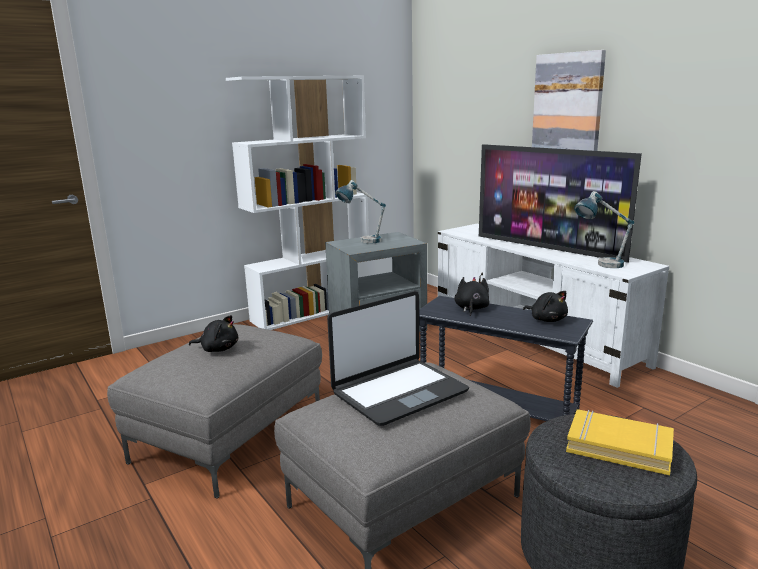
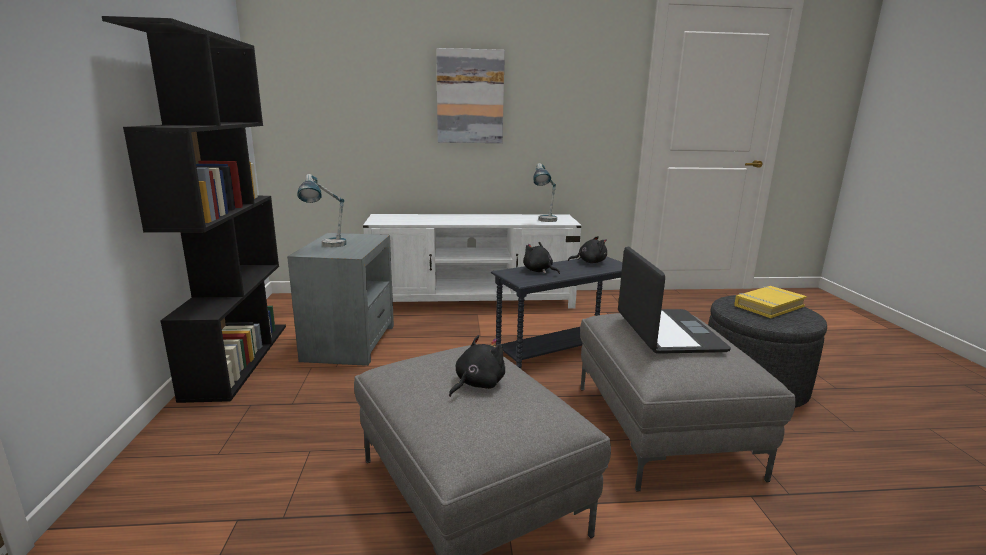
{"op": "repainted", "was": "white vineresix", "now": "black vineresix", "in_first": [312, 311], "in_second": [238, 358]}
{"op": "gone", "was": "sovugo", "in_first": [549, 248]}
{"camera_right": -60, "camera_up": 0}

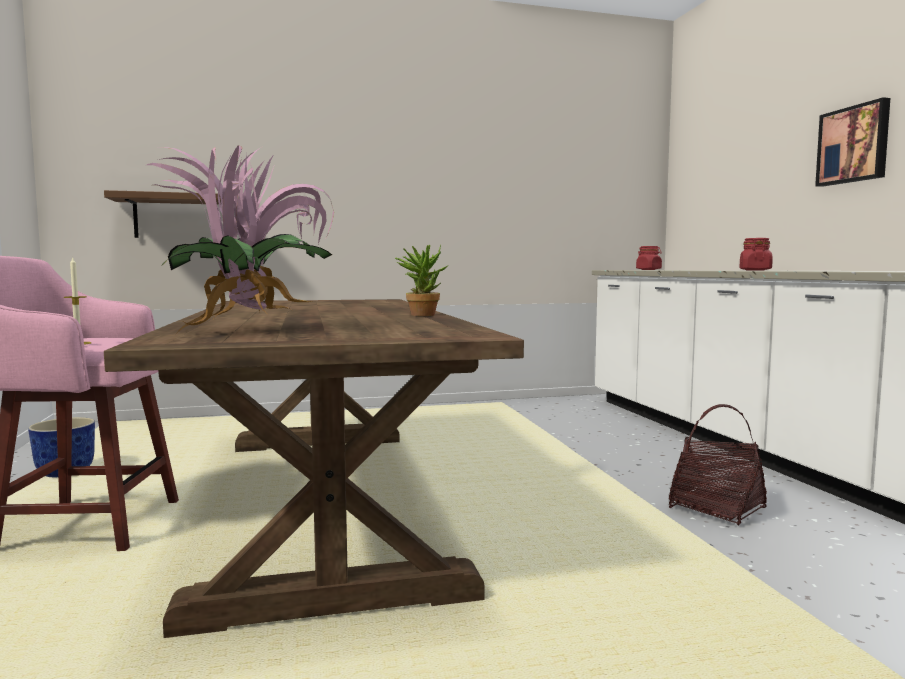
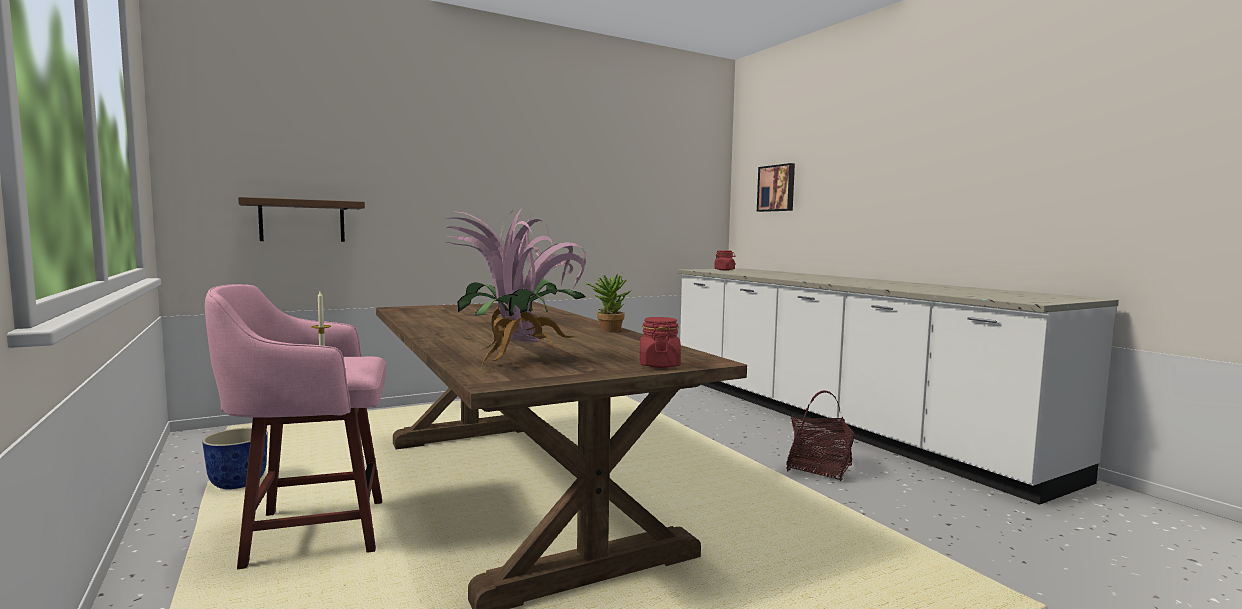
{"op": "shifted", "was": "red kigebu", "in_first": [755, 270], "in_second": [659, 365]}
{"op": "shifted", "was": "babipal", "in_first": [854, 145], "in_second": [777, 188]}
{"camera_right": -15, "camera_up": 0}

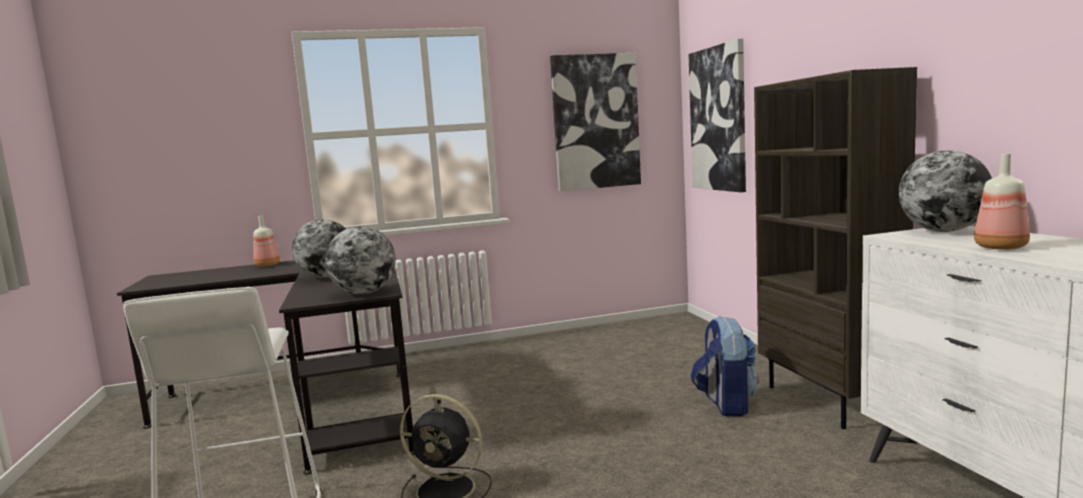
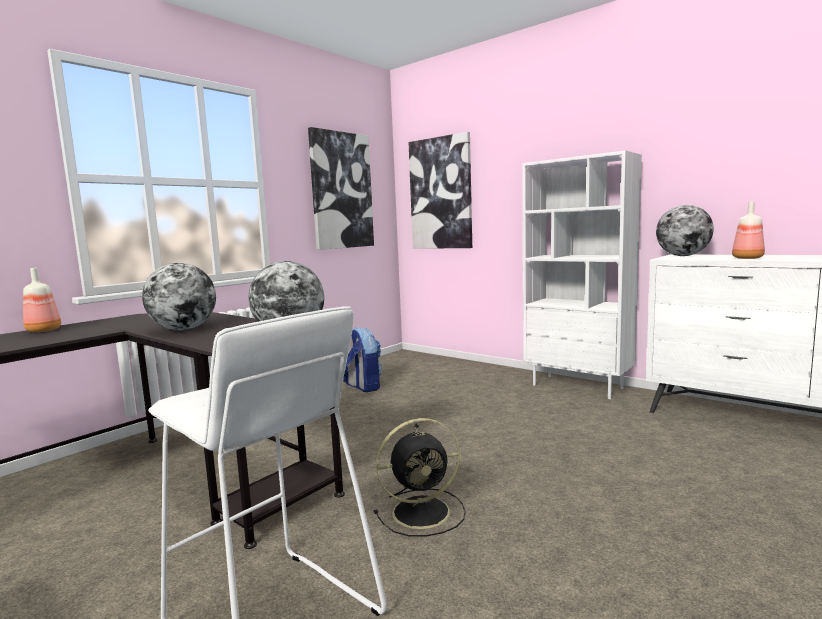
{"op": "shifted", "was": "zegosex", "in_first": [725, 404], "in_second": [362, 386]}
{"op": "repainted", "was": "brown vineresix", "now": "white vineresix", "in_first": [828, 402], "in_second": [578, 386]}
{"camera_right": -35, "camera_up": 0}

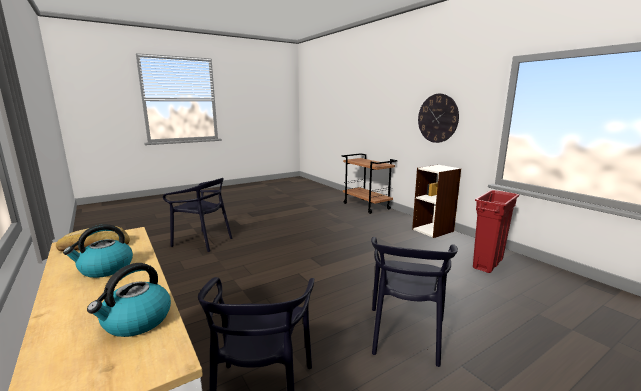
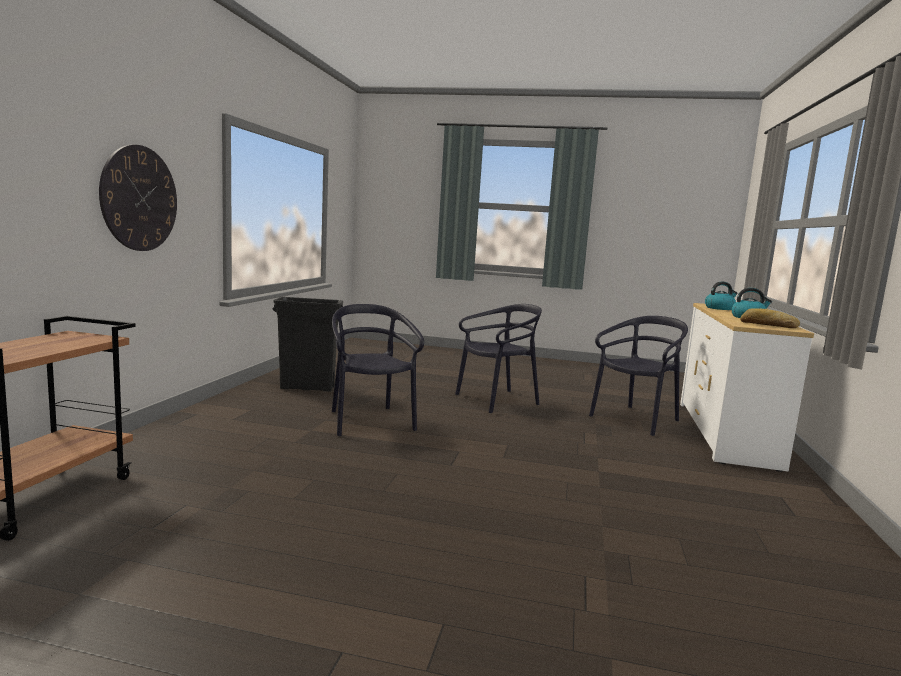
{"op": "shifted", "was": "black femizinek", "in_first": [203, 241], "in_second": [369, 421]}
{"op": "gone", "was": "vineresix", "in_first": [433, 230]}
{"op": "repainted", "was": "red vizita", "now": "black vizita", "in_first": [487, 264], "in_second": [308, 388]}
{"camera_right": -135, "camera_up": -5}

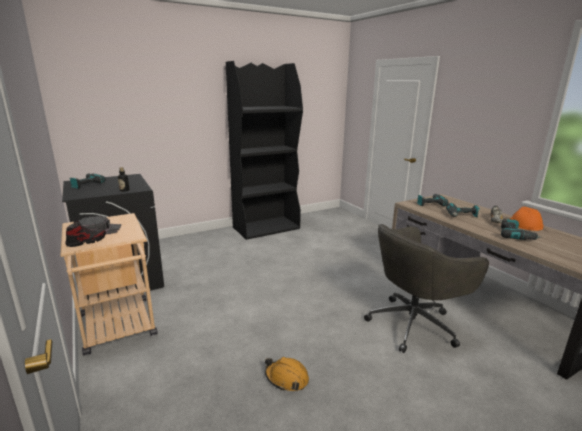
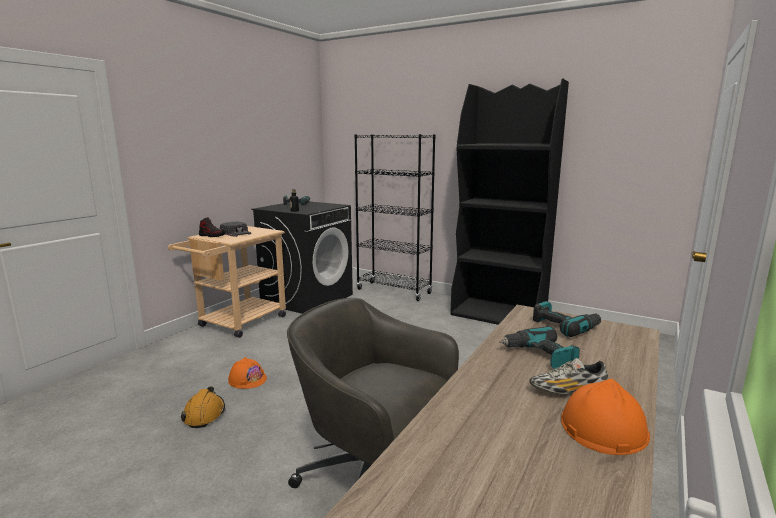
{"op": "gone", "was": "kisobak", "in_first": [515, 235]}
{"op": "new", "now": "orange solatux", "in_second": [247, 379]}
{"op": "new", "now": "black vineresix", "in_second": [394, 291]}
{"camera_right": 60, "camera_up": -5}

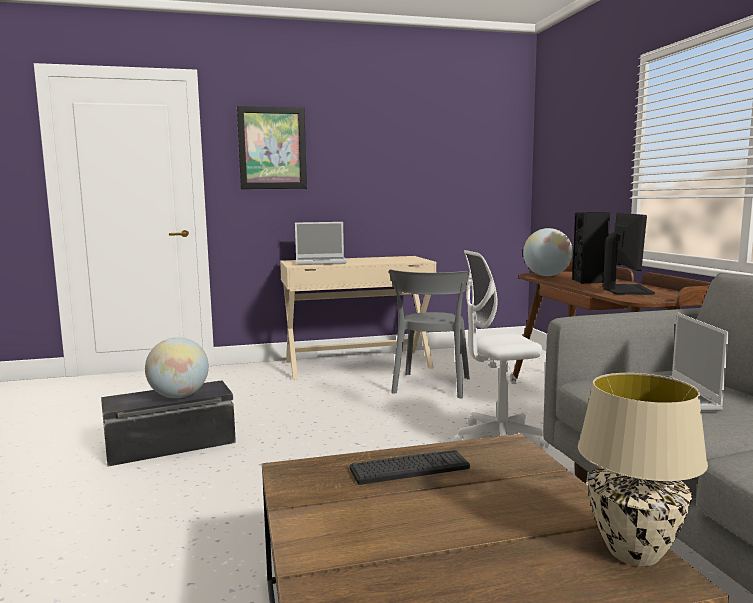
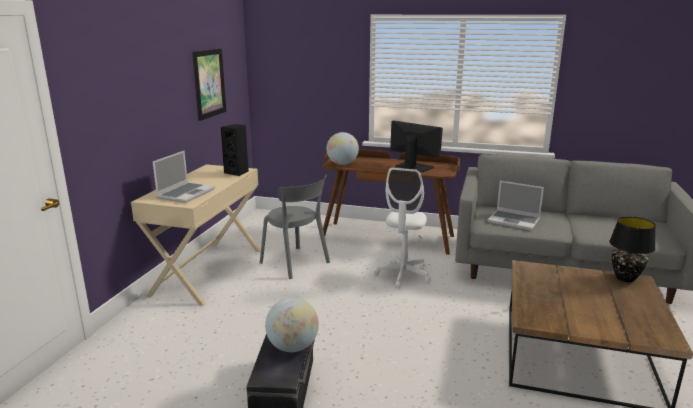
{"op": "shifted", "was": "babipal", "in_first": [272, 148], "in_second": [209, 83]}
{"op": "gone", "was": "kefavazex", "in_first": [409, 468]}
{"op": "shifted", "was": "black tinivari", "in_first": [589, 281], "in_second": [237, 172]}
{"op": "repainted", "was": "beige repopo", "now": "black repopo", "in_first": [633, 552], "in_second": [624, 278]}
{"camera_right": -60, "camera_up": 10}

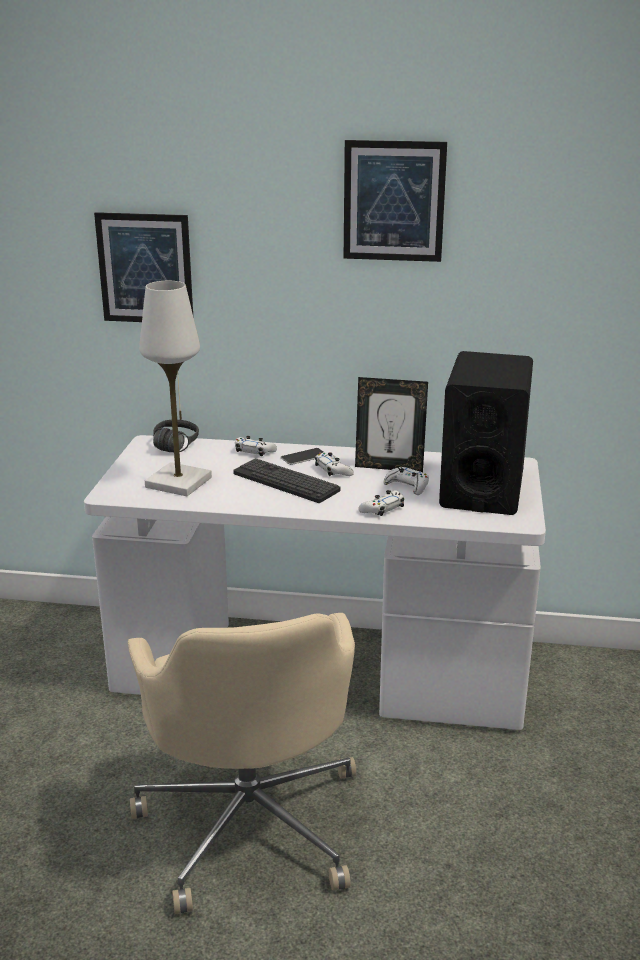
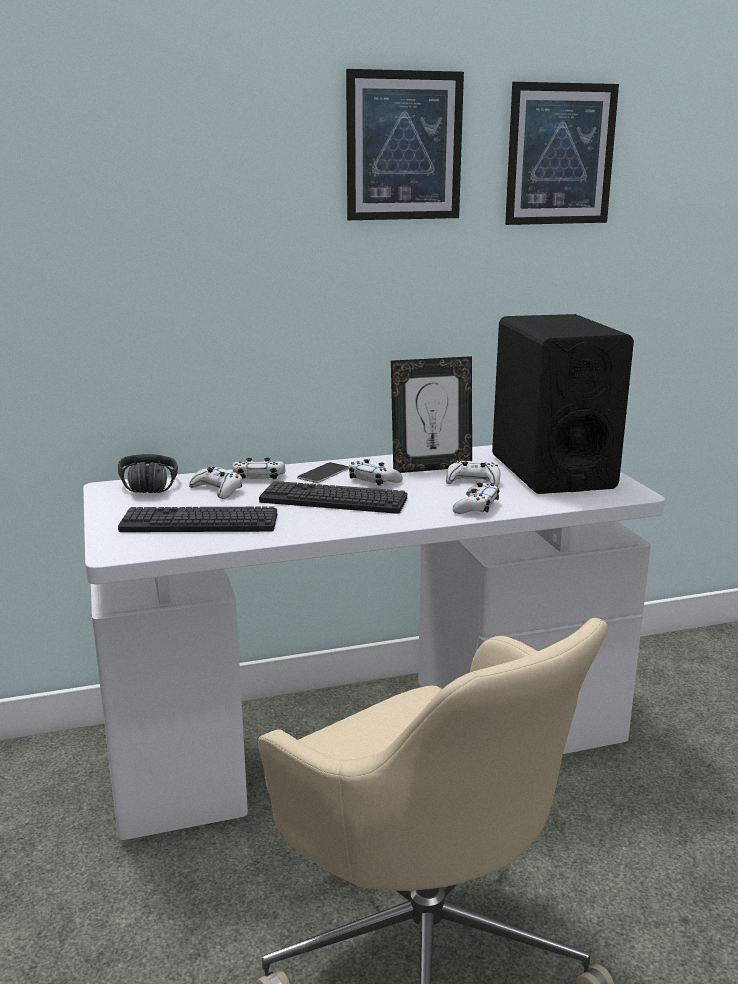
{"op": "shifted", "was": "babipal", "in_first": [145, 268], "in_second": [560, 155]}
{"op": "swapped", "was": "white repopo", "now": "kefavazex", "in_first": [179, 482], "in_second": [199, 522]}
{"op": "new", "now": "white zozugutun", "in_second": [217, 490]}
{"camera_right": -25, "camera_up": -5}

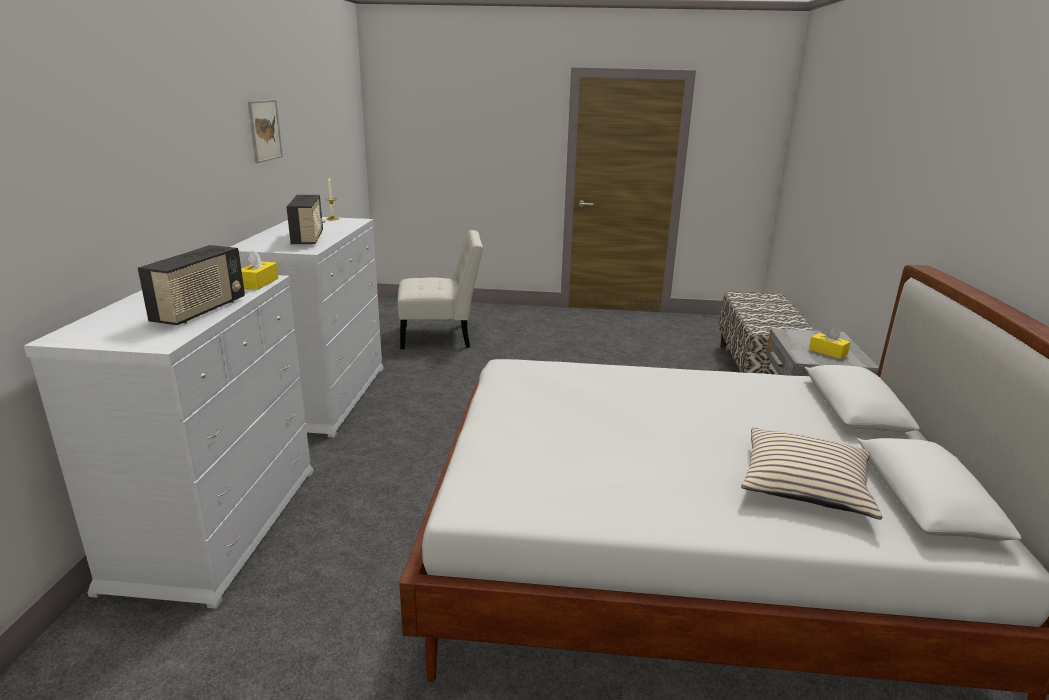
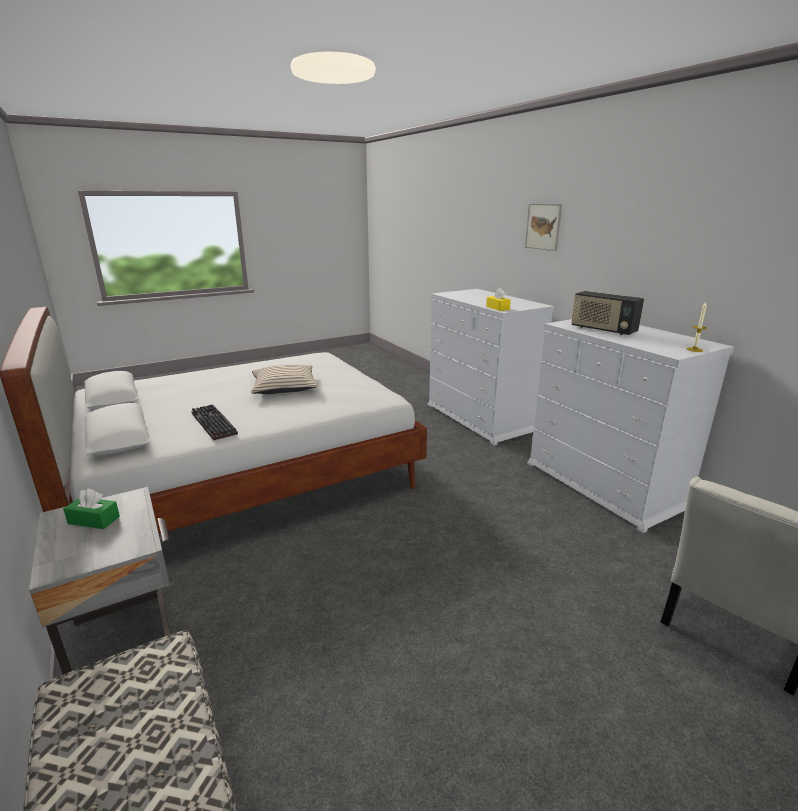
{"op": "gone", "was": "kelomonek", "in_first": [200, 311]}
{"op": "shifted", "was": "babipal", "in_first": [264, 130], "in_second": [543, 226]}
{"op": "shifted", "was": "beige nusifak", "in_first": [805, 484], "in_second": [284, 387]}
{"op": "repainted", "was": "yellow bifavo", "now": "green bifavo", "in_first": [828, 352], "in_second": [94, 520]}
{"op": "new", "now": "kefavazex", "in_second": [211, 423]}
{"camera_right": 145, "camera_up": 0}

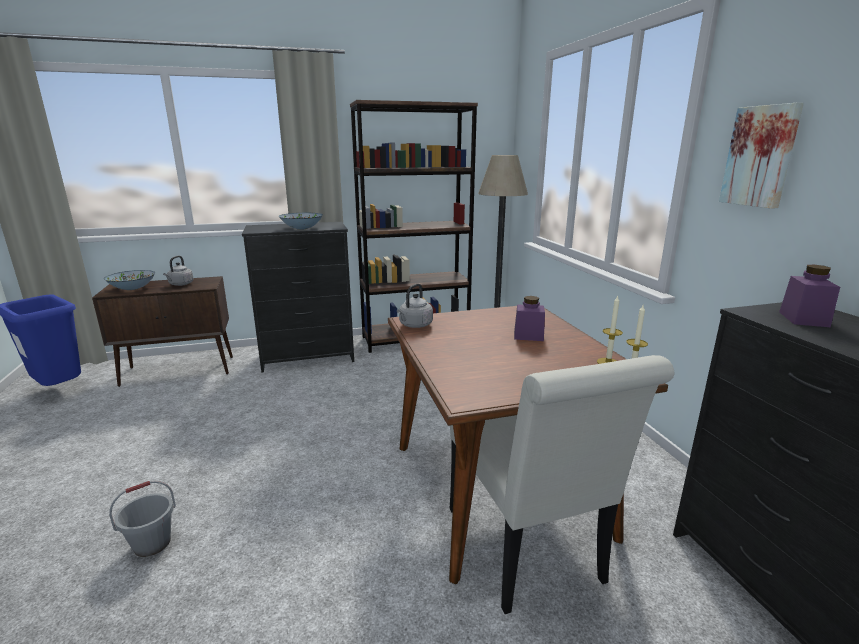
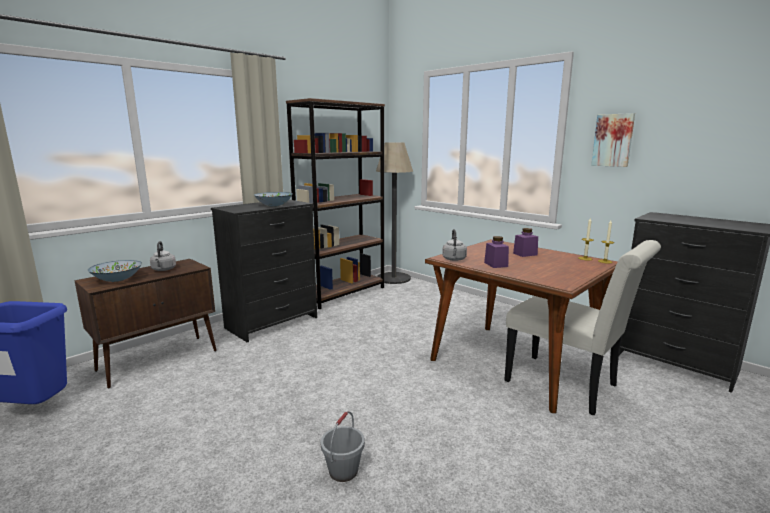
{"op": "shifted", "was": "purple kigebu", "in_first": [803, 319], "in_second": [496, 264]}
{"camera_right": -30, "camera_up": -5}

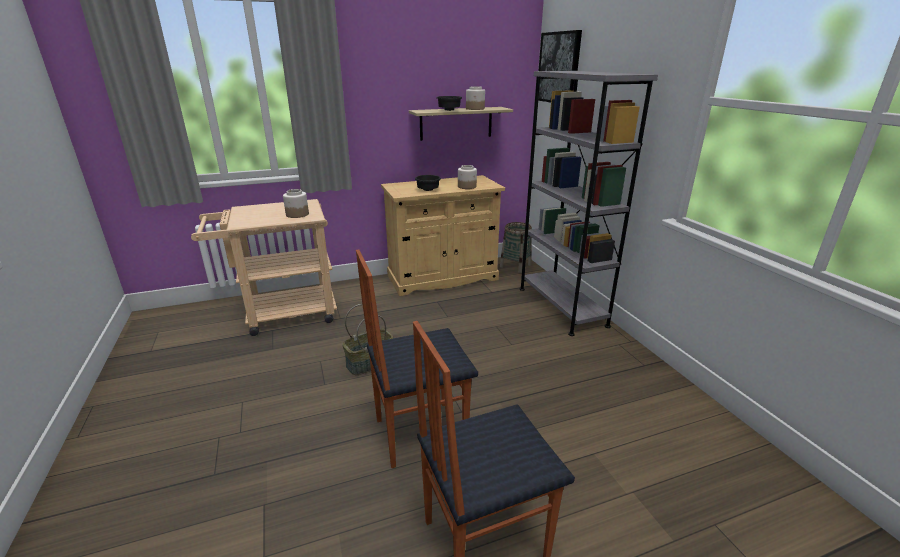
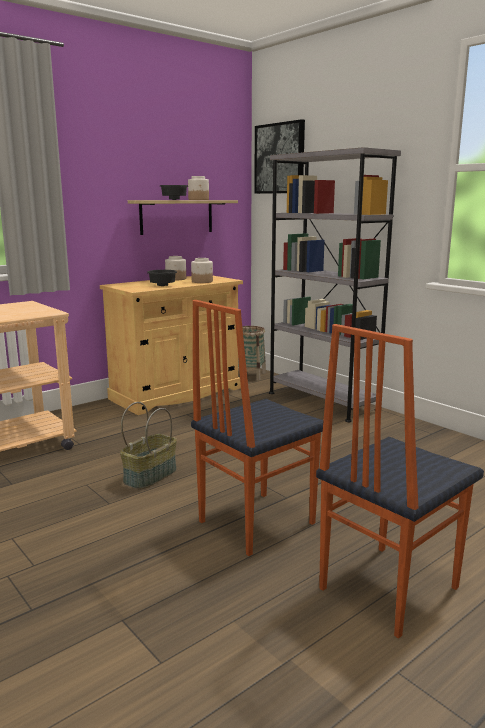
{"op": "shifted", "was": "kigebu", "in_first": [297, 214], "in_second": [175, 279]}
{"camera_right": -20, "camera_up": -10}

